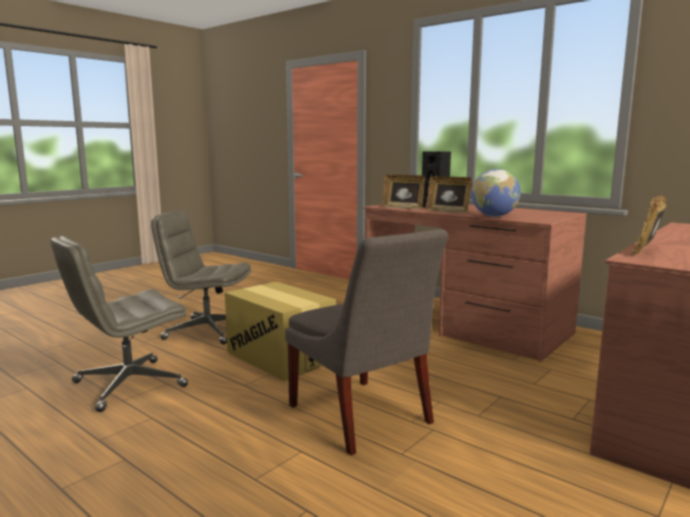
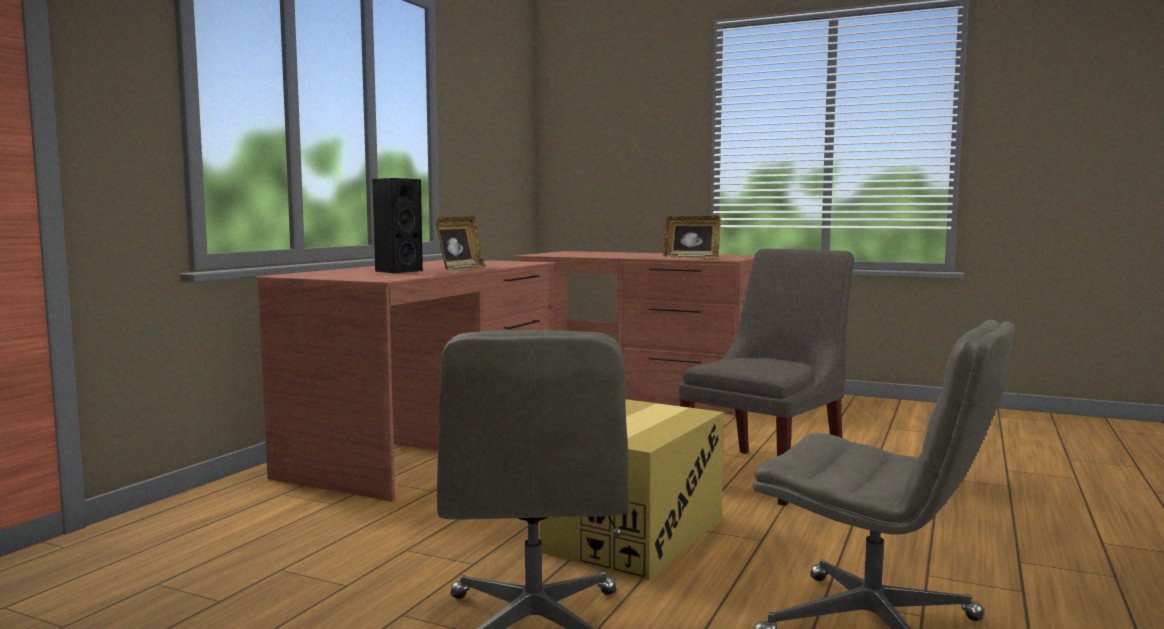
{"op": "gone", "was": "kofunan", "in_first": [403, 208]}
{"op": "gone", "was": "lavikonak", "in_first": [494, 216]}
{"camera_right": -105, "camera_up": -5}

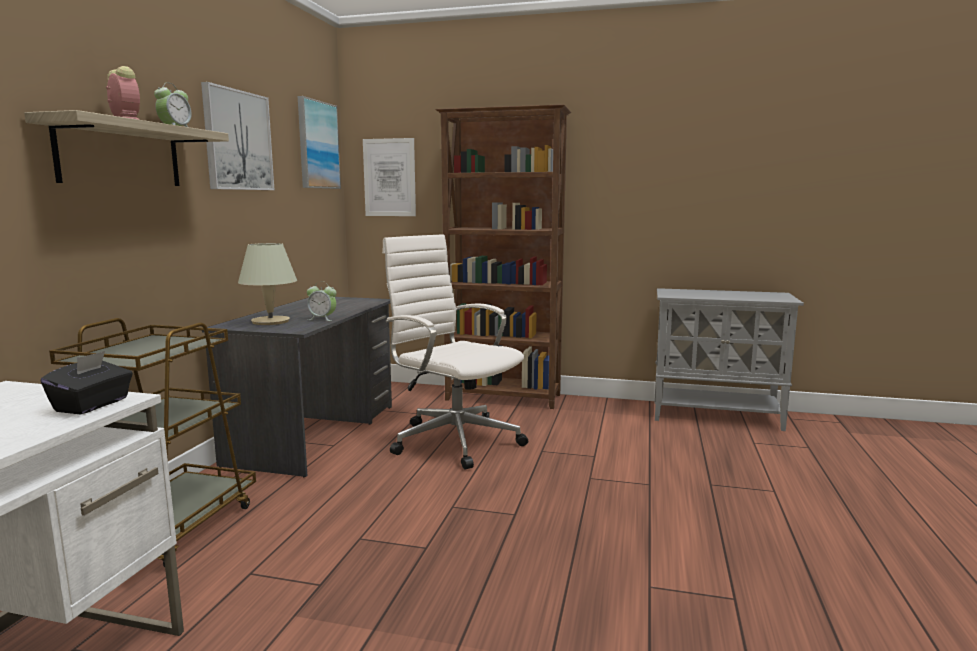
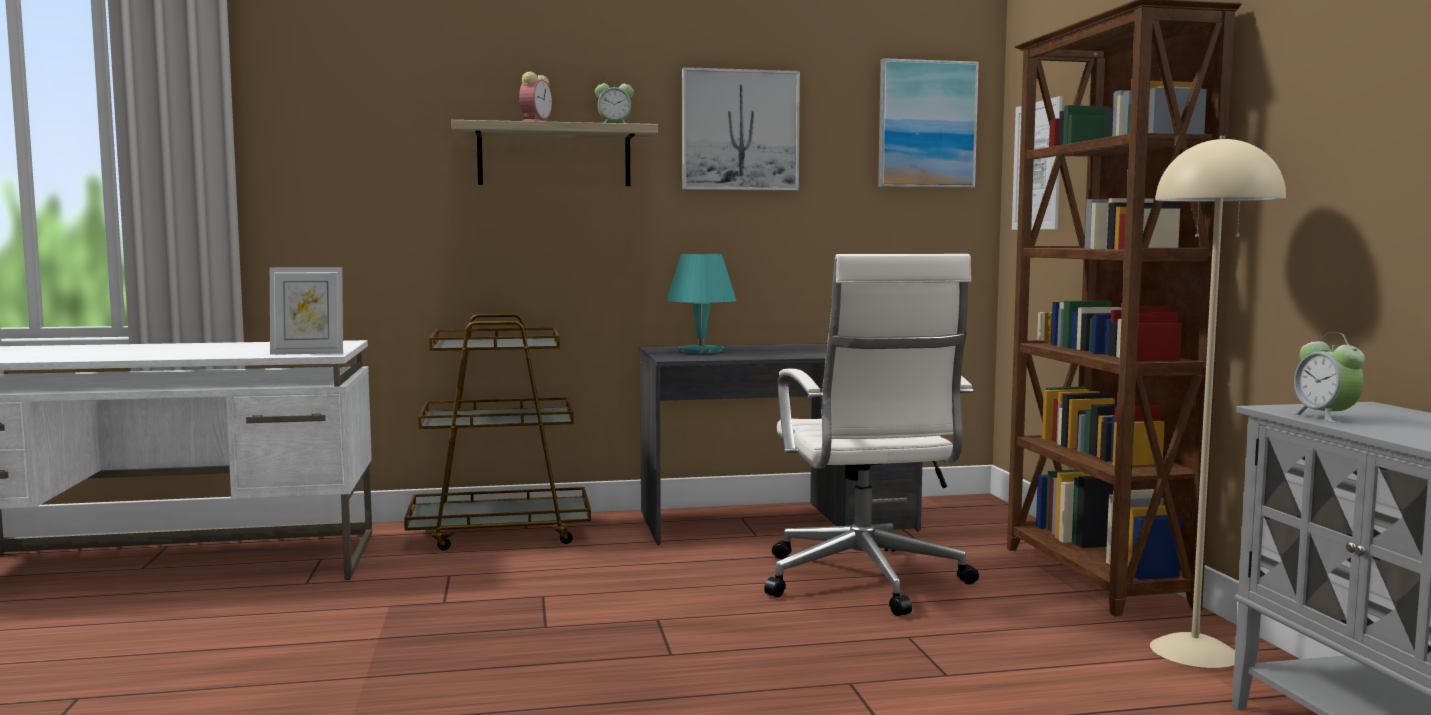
{"op": "swapped", "was": "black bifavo", "now": "kofunan", "in_first": [92, 405], "in_second": [308, 353]}
{"op": "repainted", "was": "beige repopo", "now": "turquoise repopo", "in_first": [270, 321], "in_second": [701, 351]}
{"op": "shifted", "was": "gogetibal", "in_first": [322, 319], "in_second": [1325, 417]}
{"op": "rotated", "was": "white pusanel", "in_first": [454, 440], "in_second": [864, 582], "clockwise": 150}
{"op": "new", "now": "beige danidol", "in_second": [1194, 651]}
{"camera_right": 65, "camera_up": -5}

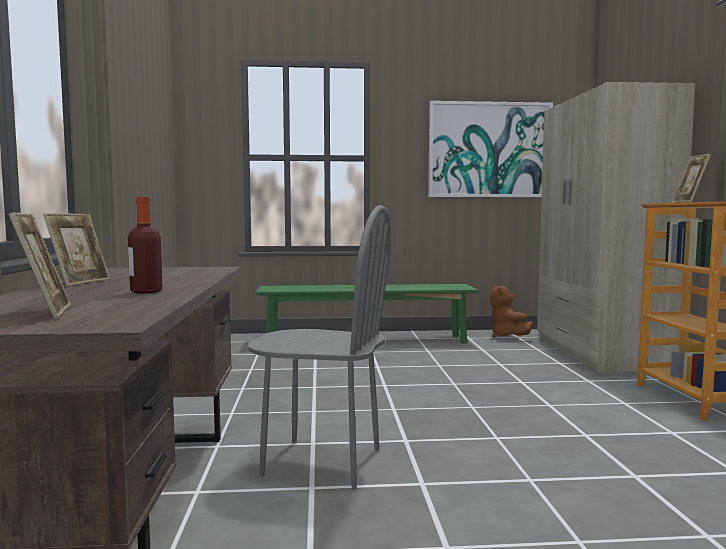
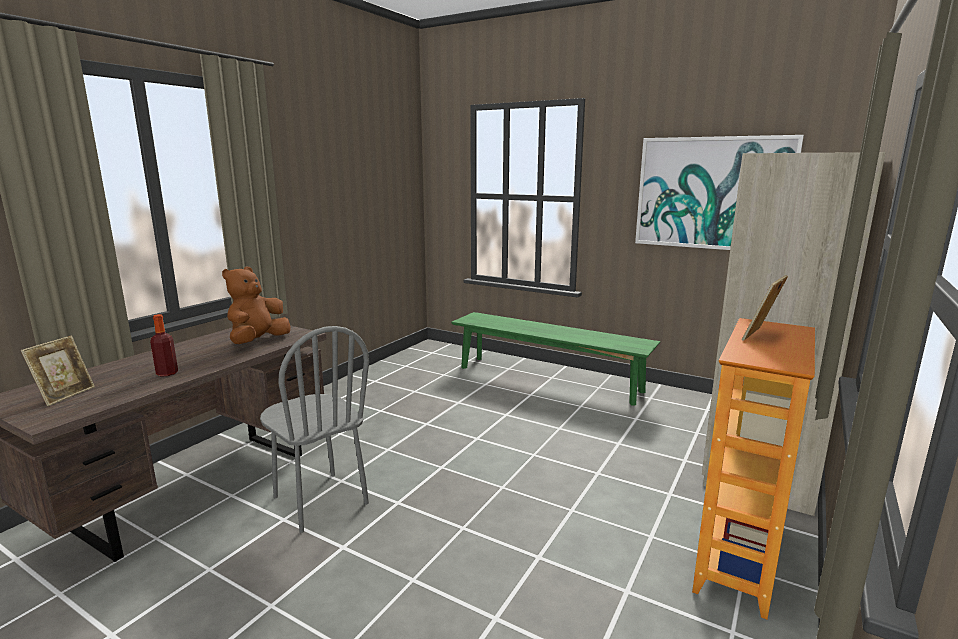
{"op": "gone", "was": "kofunan", "in_first": [80, 282]}
{"op": "shifted", "was": "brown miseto", "in_first": [507, 336], "in_second": [258, 341]}
{"camera_right": 35, "camera_up": 10}

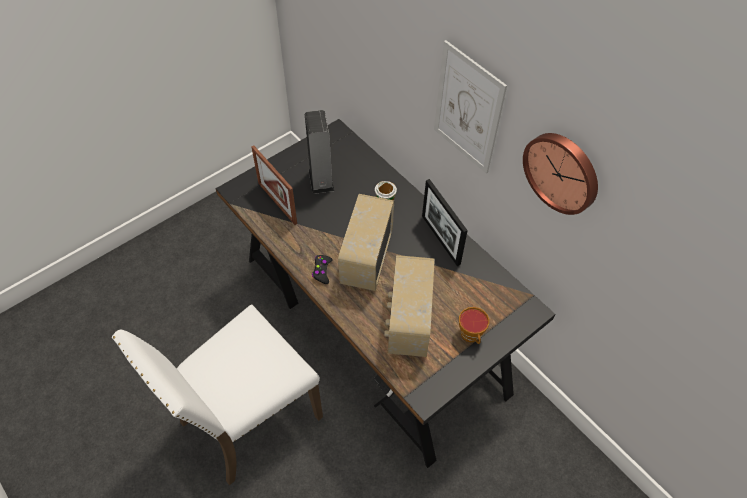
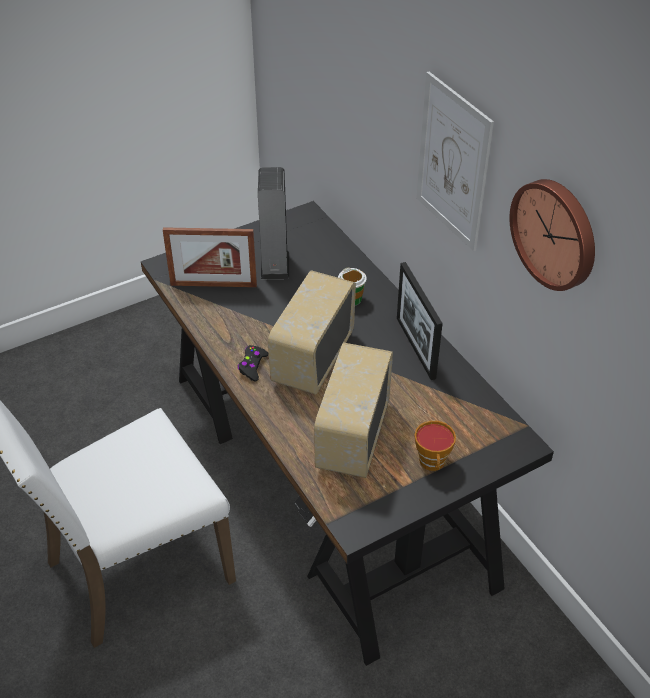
{"op": "rotated", "was": "kofunan", "in_first": [277, 203], "in_second": [213, 285], "clockwise": -60}
{"camera_right": 10, "camera_up": -10}

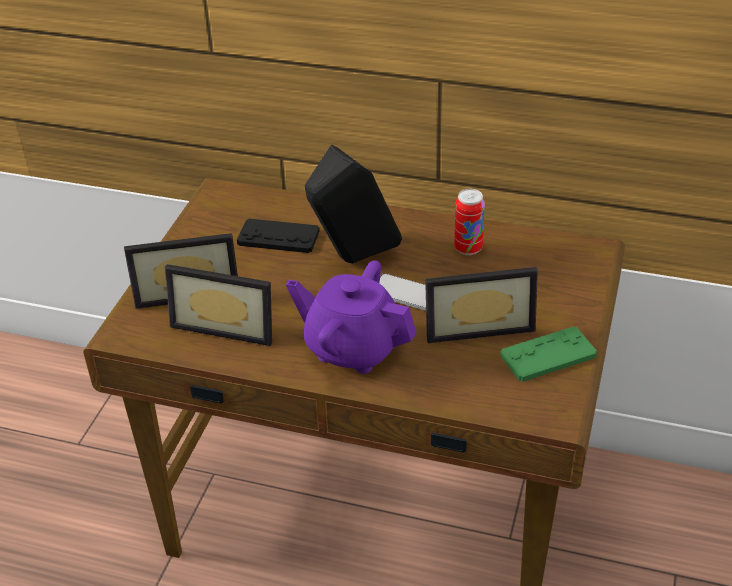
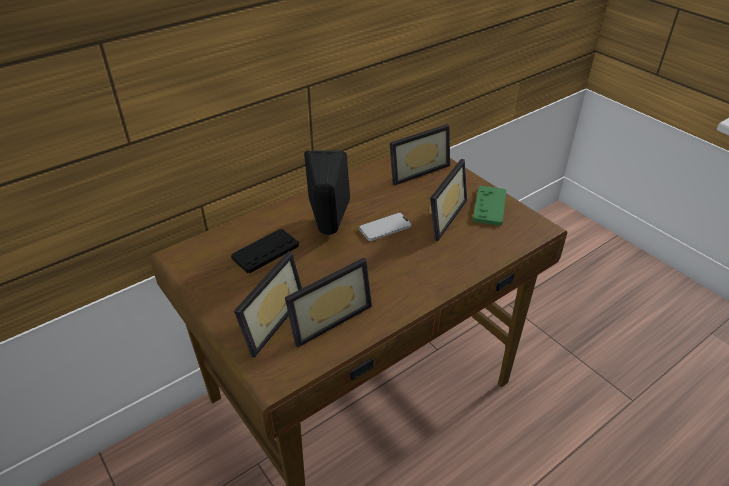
{"op": "gone", "was": "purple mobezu", "in_first": [352, 348]}
{"op": "gone", "was": "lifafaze", "in_first": [468, 248]}
{"op": "new", "now": "kofunan", "in_second": [415, 170]}
{"camera_right": -55, "camera_up": 0}

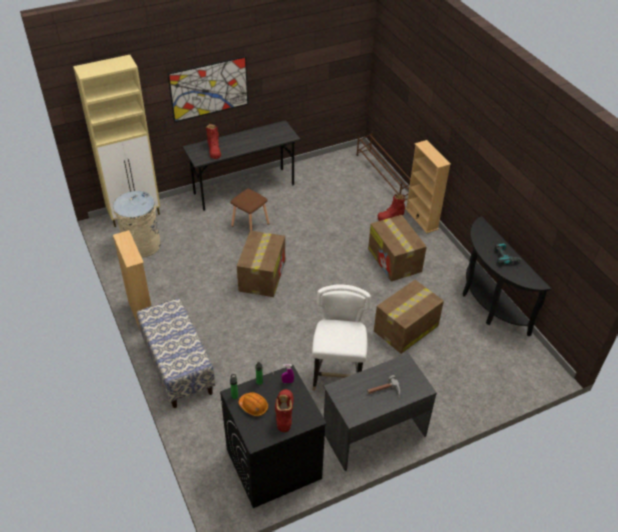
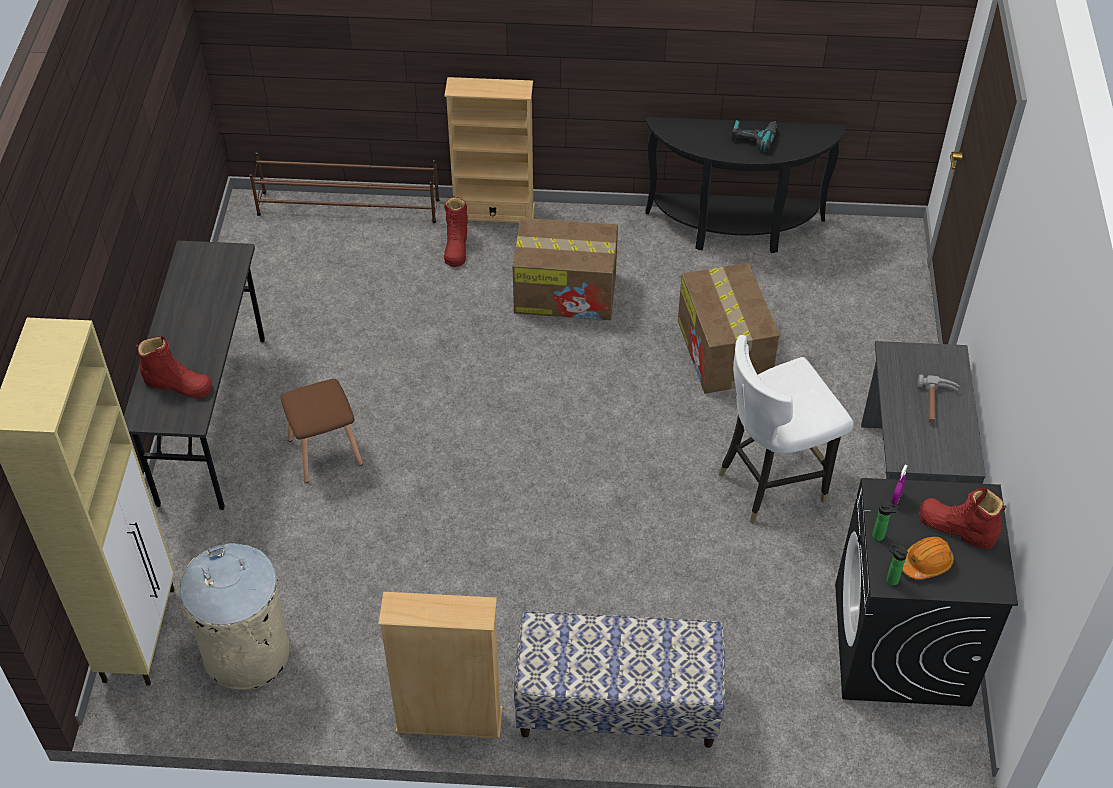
{"op": "gone", "was": "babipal", "in_first": [209, 89]}
{"op": "gone", "was": "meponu", "in_first": [262, 275]}
{"op": "rotated", "was": "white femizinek", "in_first": [338, 376], "in_second": [771, 482], "clockwise": -60}
{"camera_right": -60, "camera_up": 5}

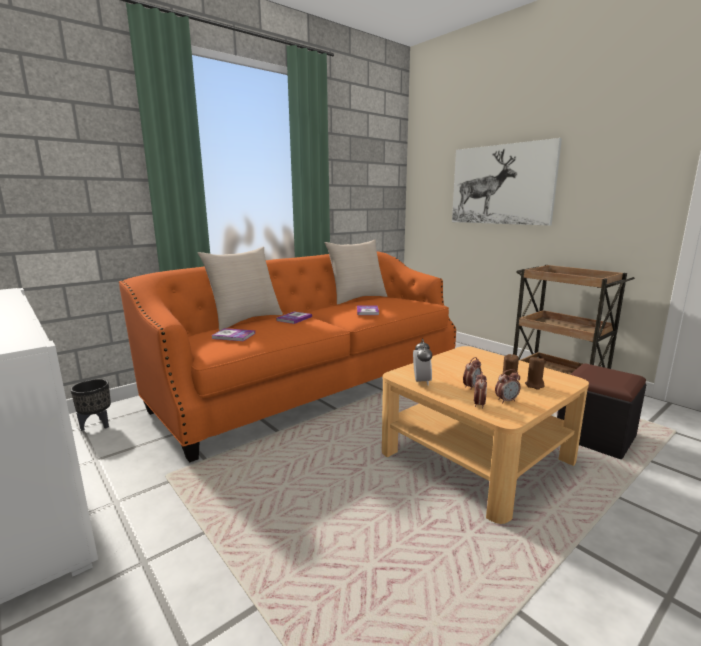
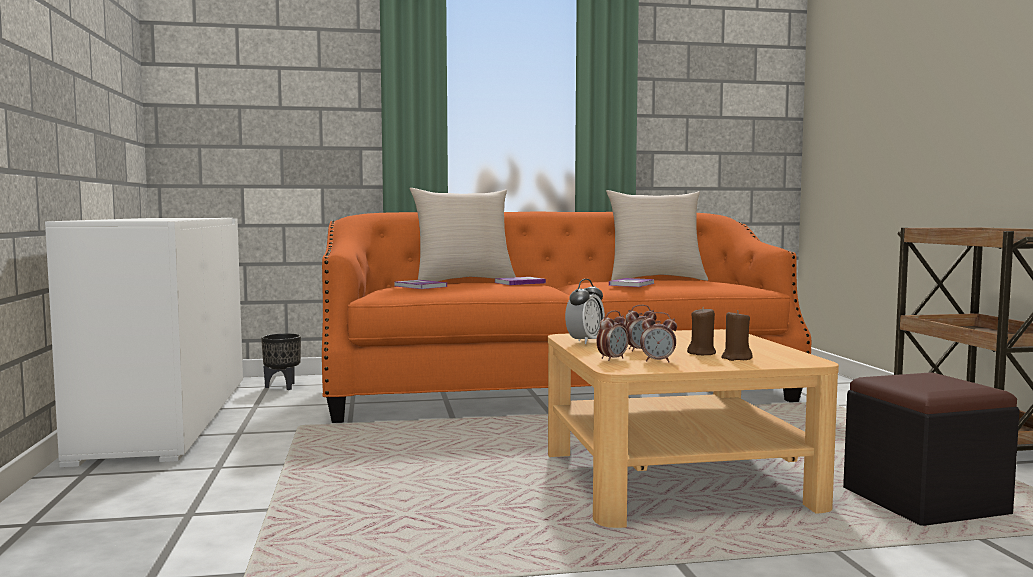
{"op": "gone", "was": "babipal", "in_first": [501, 185]}
{"camera_right": 30, "camera_up": -10}

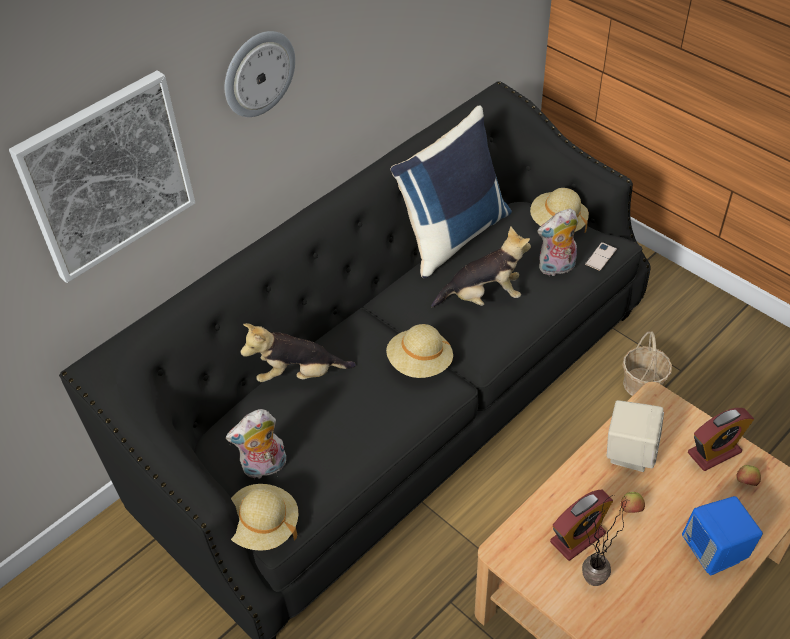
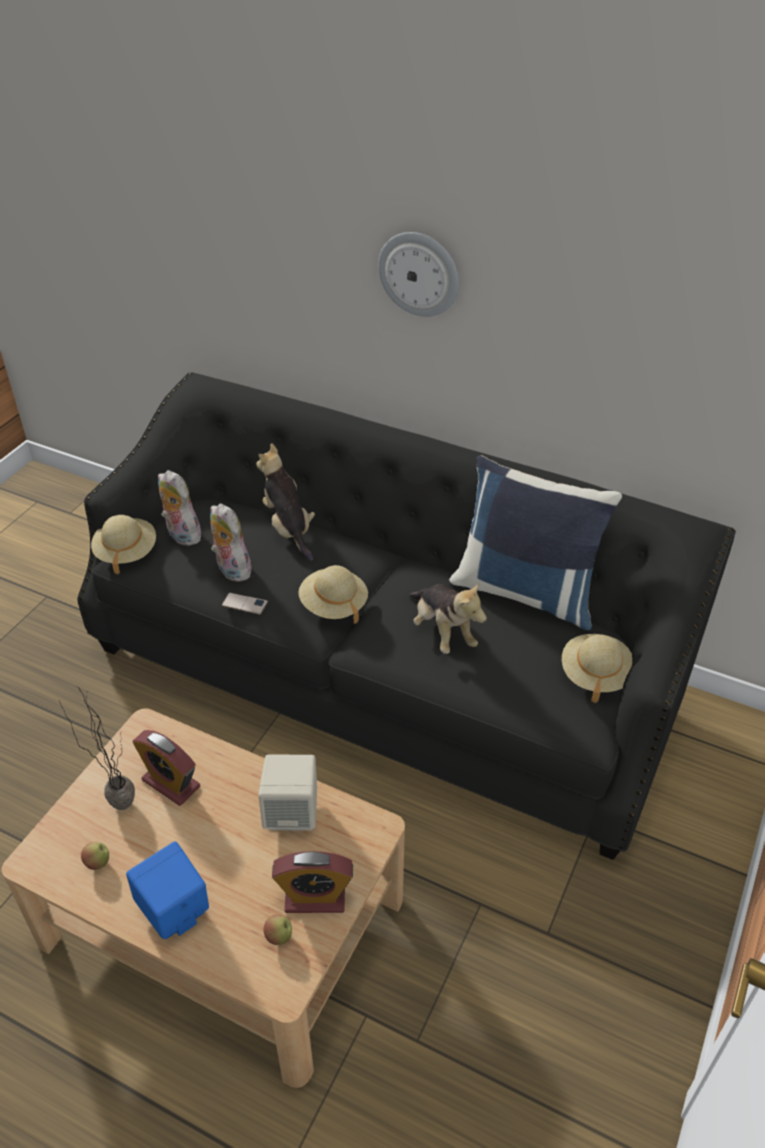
{"op": "gone", "was": "babipal", "in_first": [107, 176]}
{"op": "shifted", "was": "miseto", "in_first": [556, 268], "in_second": [231, 569]}
{"op": "shifted", "was": "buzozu", "in_first": [600, 257], "in_second": [244, 604]}
{"op": "shifted", "was": "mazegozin", "in_first": [631, 509], "in_second": [98, 863]}
{"op": "gone", "was": "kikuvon", "in_first": [642, 384]}
{"op": "rotated", "was": "gogetibal", "in_first": [714, 452], "in_second": [315, 898], "clockwise": -45}
{"camera_right": 70, "camera_up": -5}

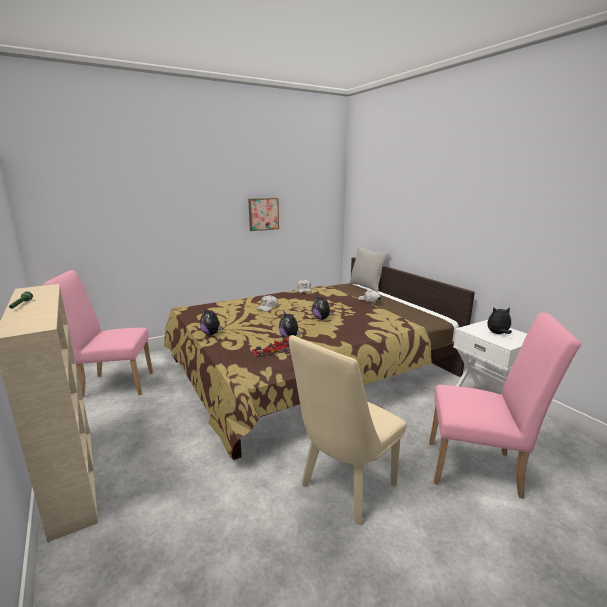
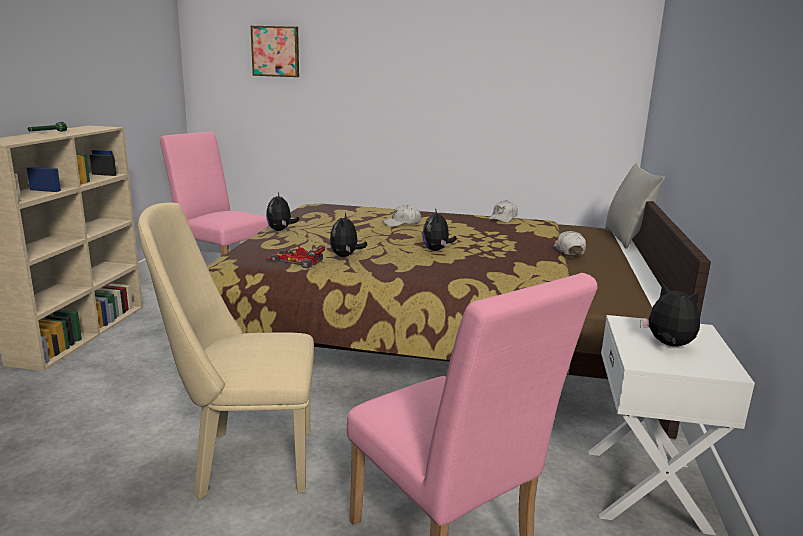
{"op": "shifted", "was": "babipal", "in_first": [263, 214], "in_second": [276, 51]}
{"camera_right": 40, "camera_up": 0}

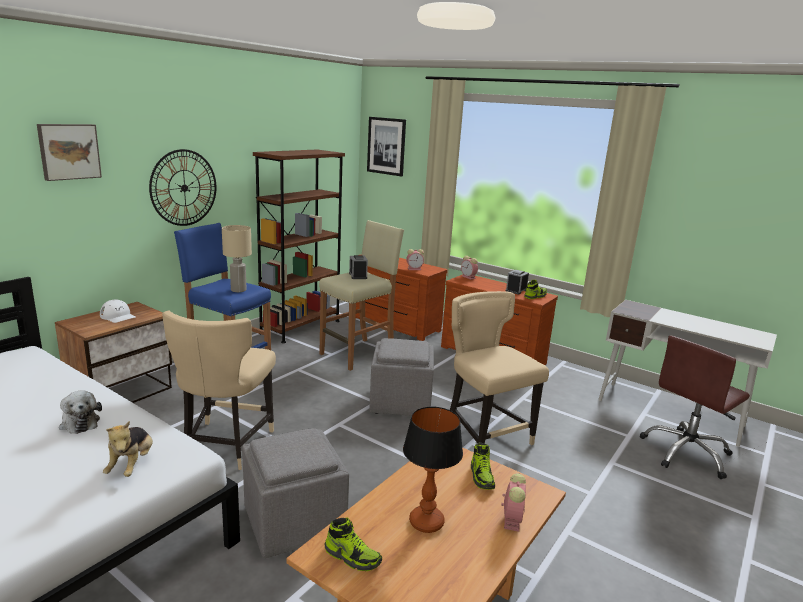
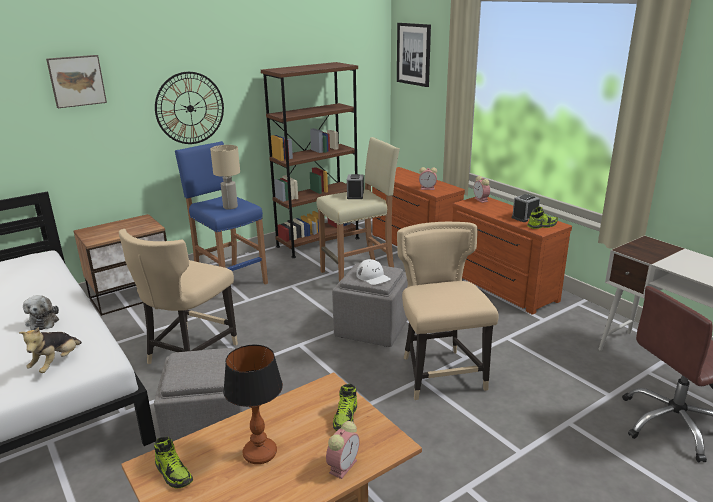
{"op": "shifted", "was": "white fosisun", "in_first": [118, 316], "in_second": [373, 277]}
{"camera_right": 20, "camera_up": 5}

